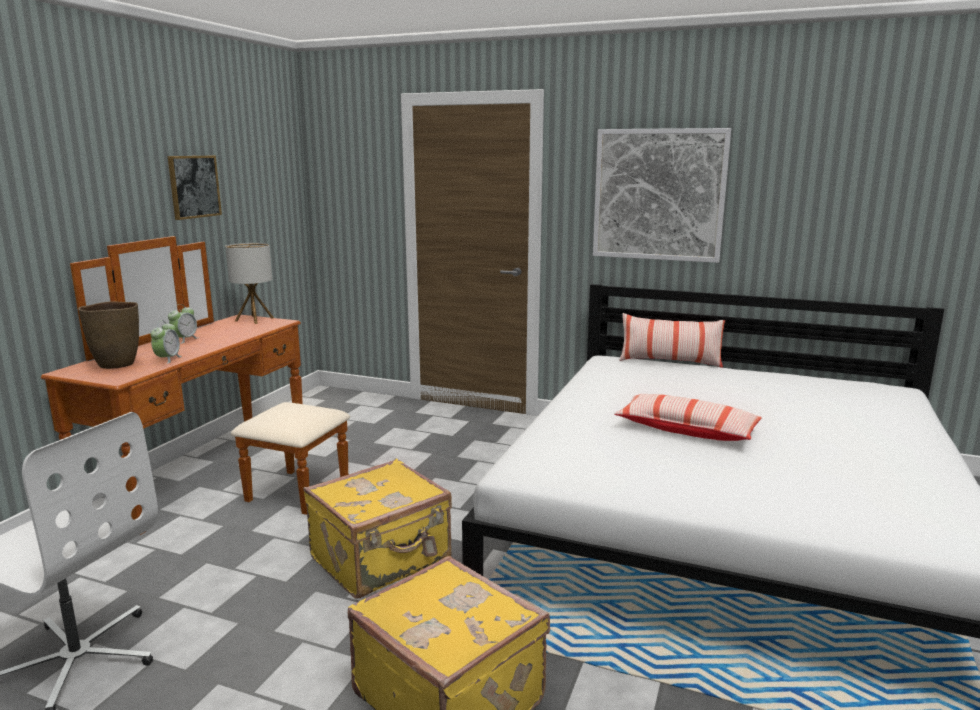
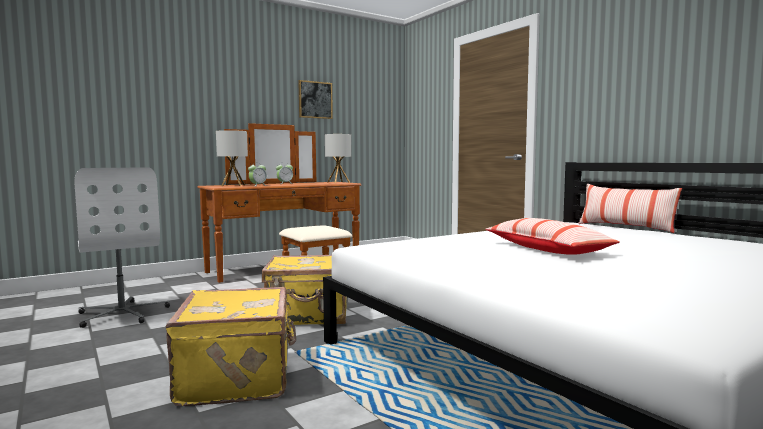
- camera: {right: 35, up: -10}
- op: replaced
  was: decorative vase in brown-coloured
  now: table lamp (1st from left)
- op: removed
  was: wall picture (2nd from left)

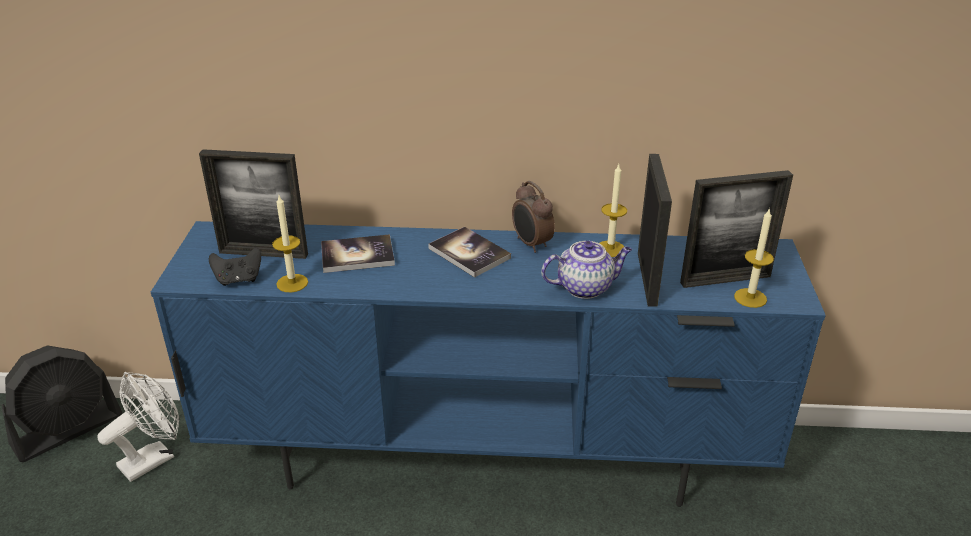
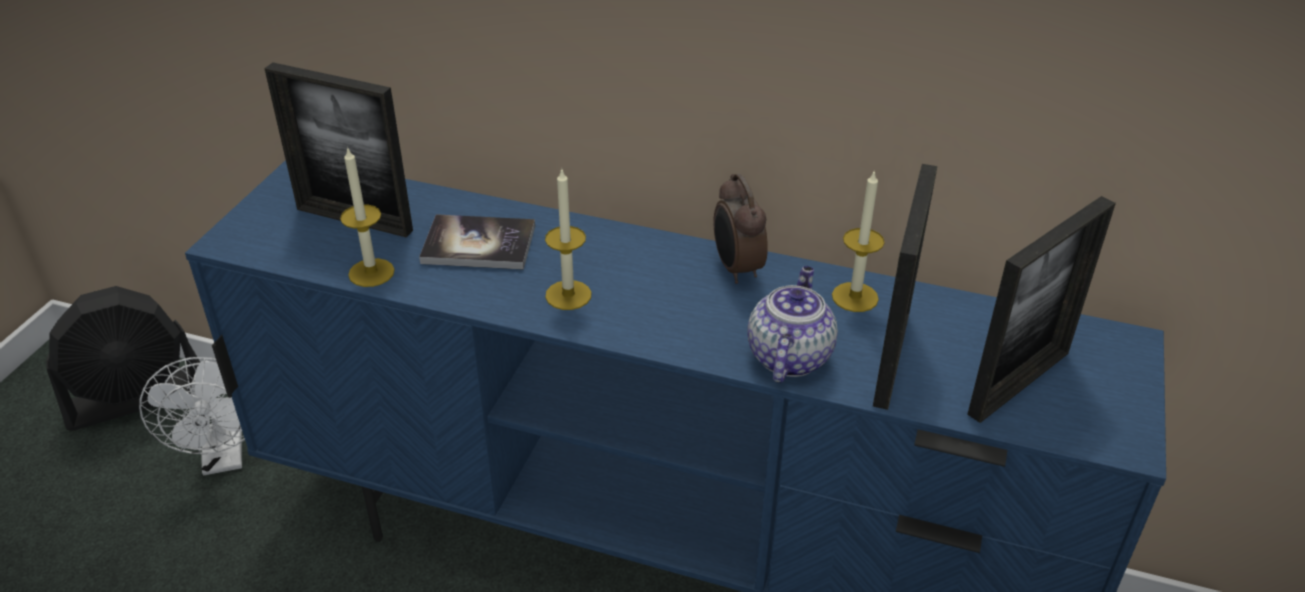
- camera: {right: 15, up: 5}
- op: turned
  was: electric fan in white
  clockwise: 105
- op: moved
  was: wax light (3rd from left in the first image)
  now: wax light (2nd from left)
- op: turned
  was: pot for tea
  clockwise: -75
- op: turned
  was: photo frame (3rd from left)
  clockwise: -45
- op: removed
  was: gamepad in black
- op: removed
  was: volume (2nd from left)

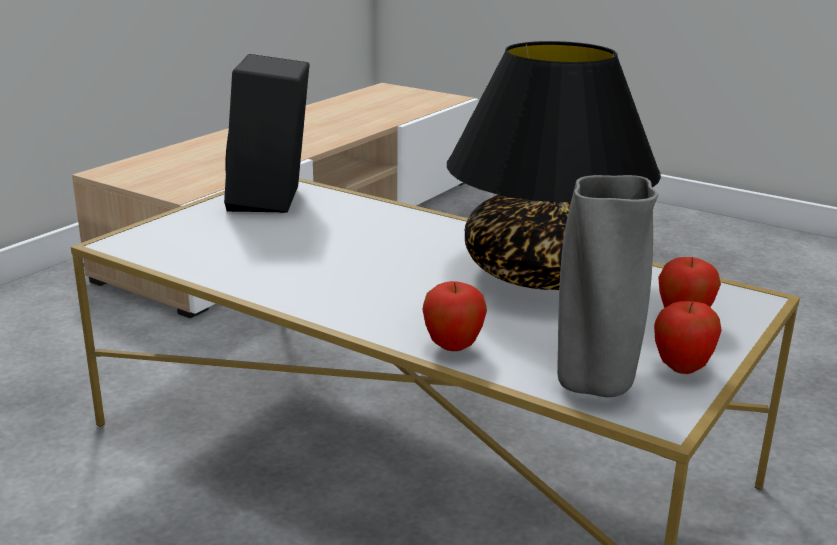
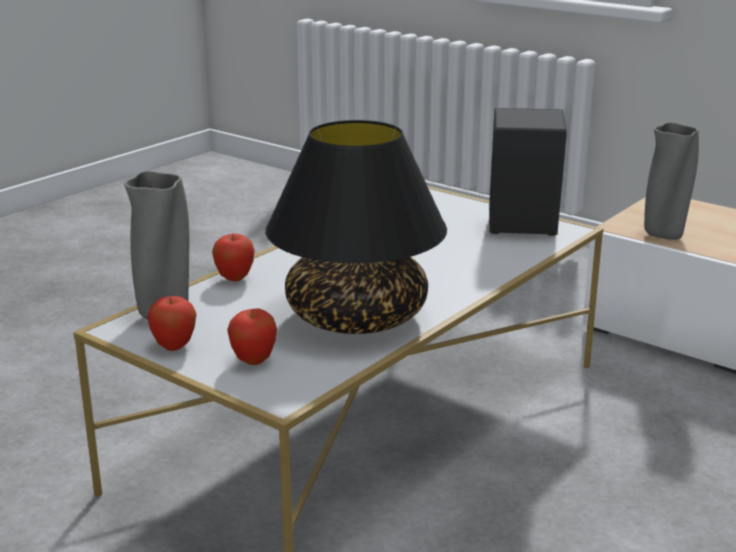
- camera: {right: 95, up: 0}
- op: added
  now: decorative vase in grey (2nd from left)

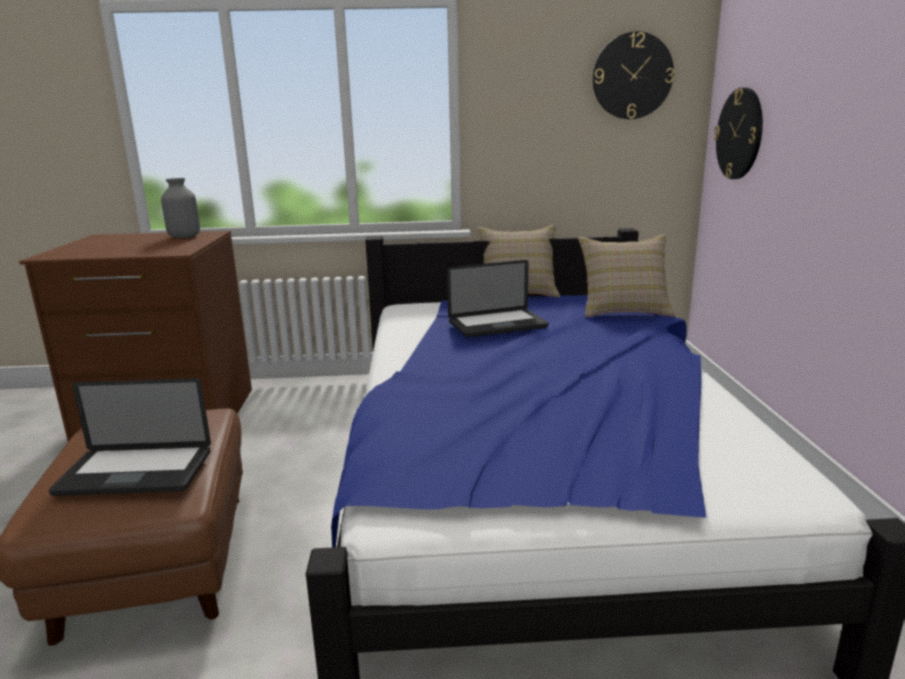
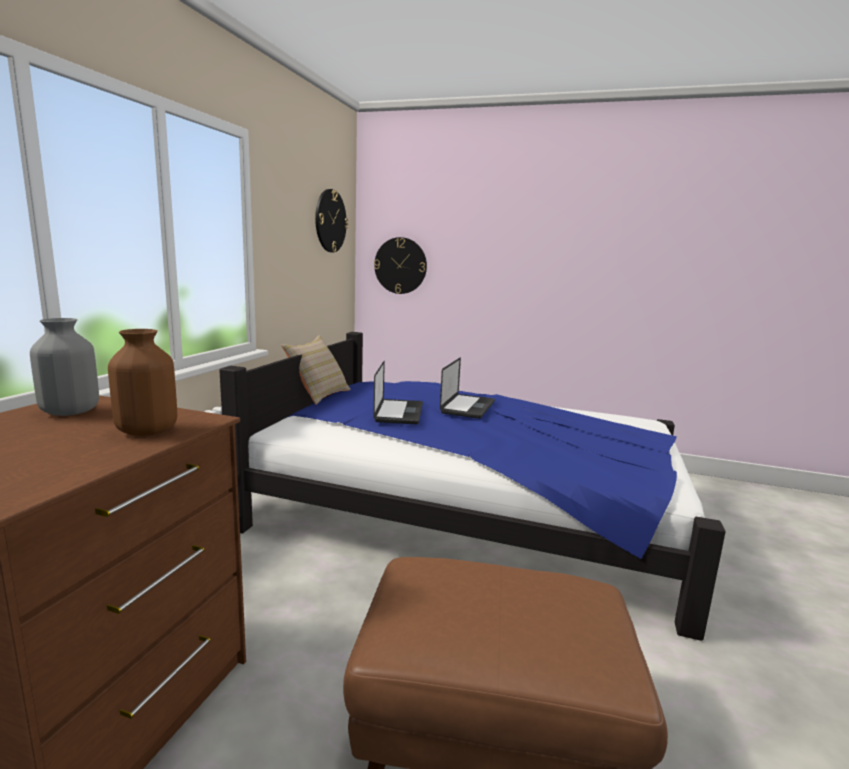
- camera: {right: -70, up: -5}
- op: added
  now: decorative vase in brown-coloured
- op: moved
  was: portable computer (1st from left in the first image)
  now: portable computer (2nd from left)
- op: removed
  was: cushion in sand-coloured (2nd from left)

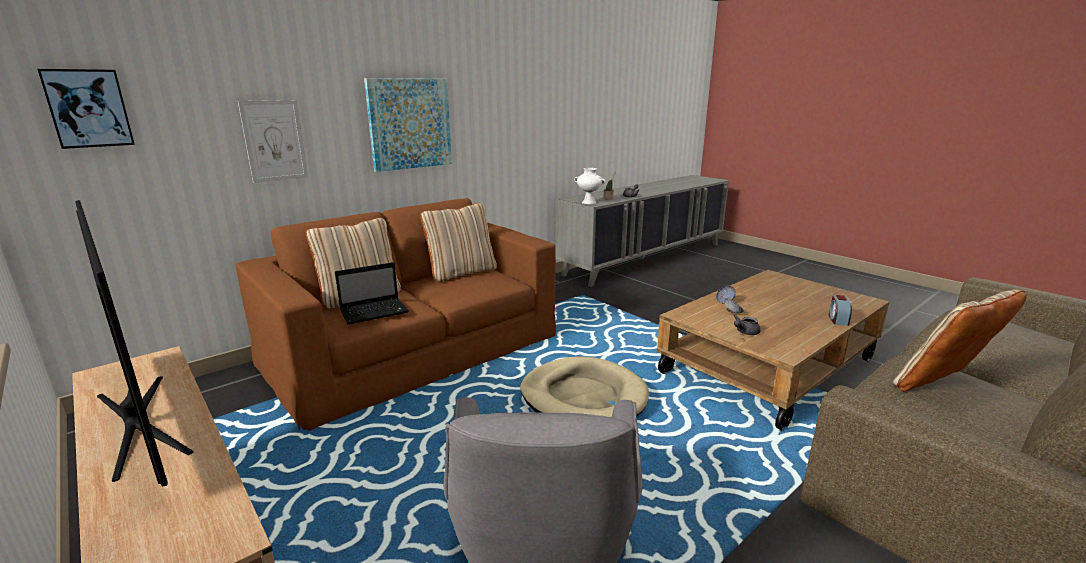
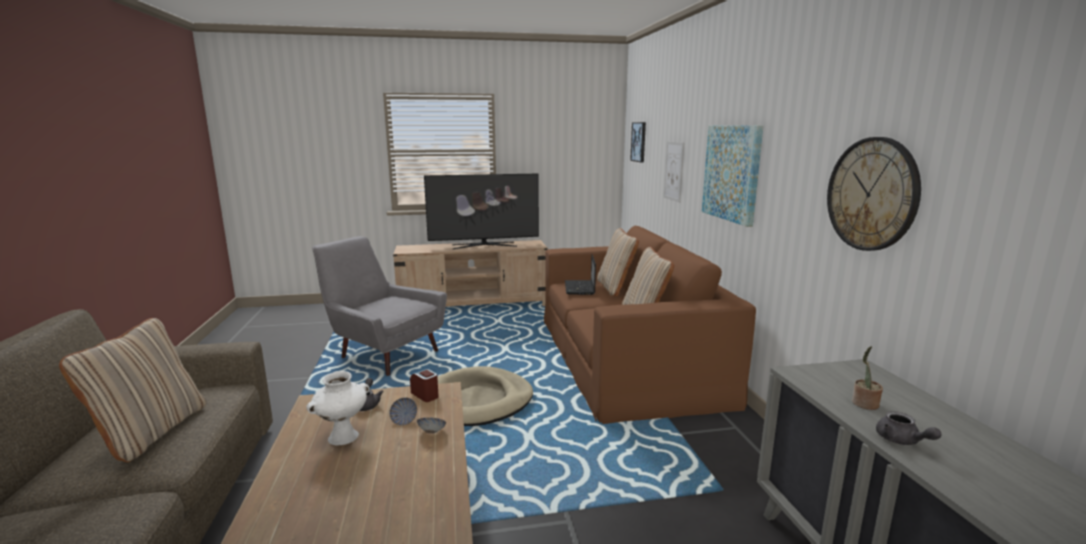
- camera: {right: 120, up: -5}
- op: moved
  was: decorative vase in white
- op: moved
  was: table clock
- op: added
  now: wall clock

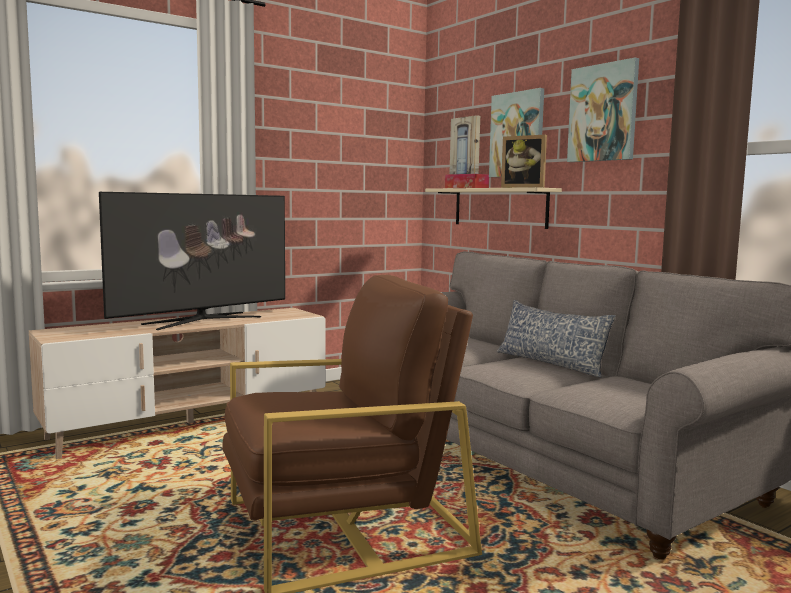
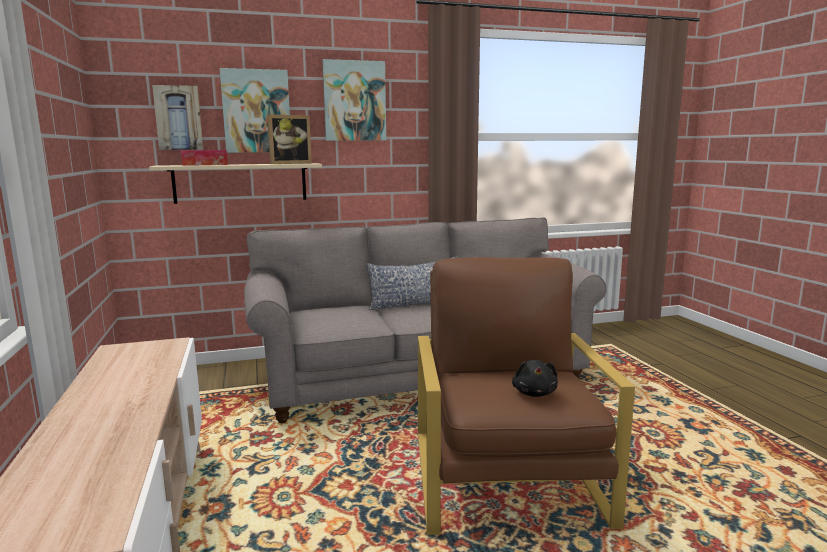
- camera: {right: -70, up: 5}
- op: added
  now: cuddly toy in black
- op: removed
  was: television

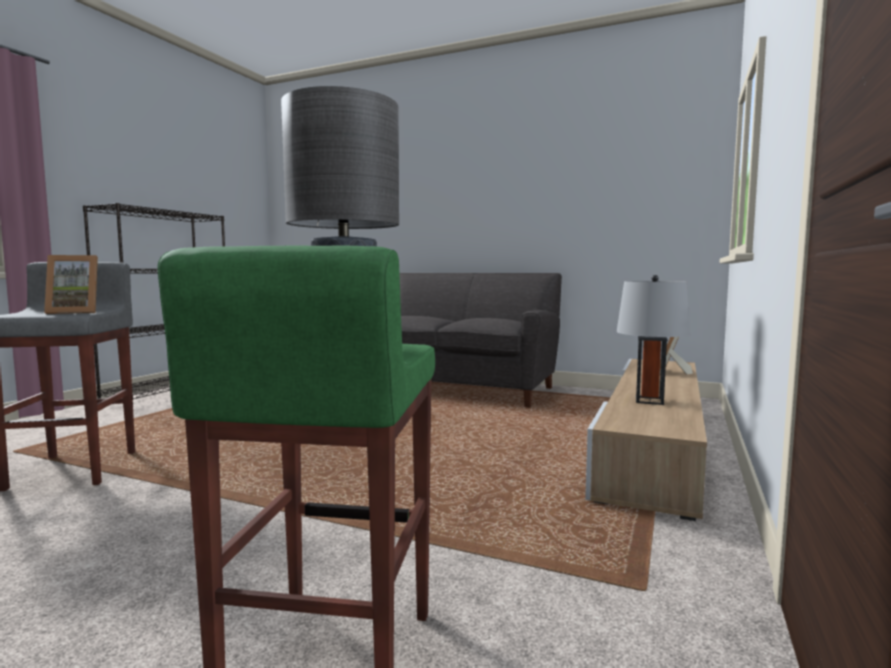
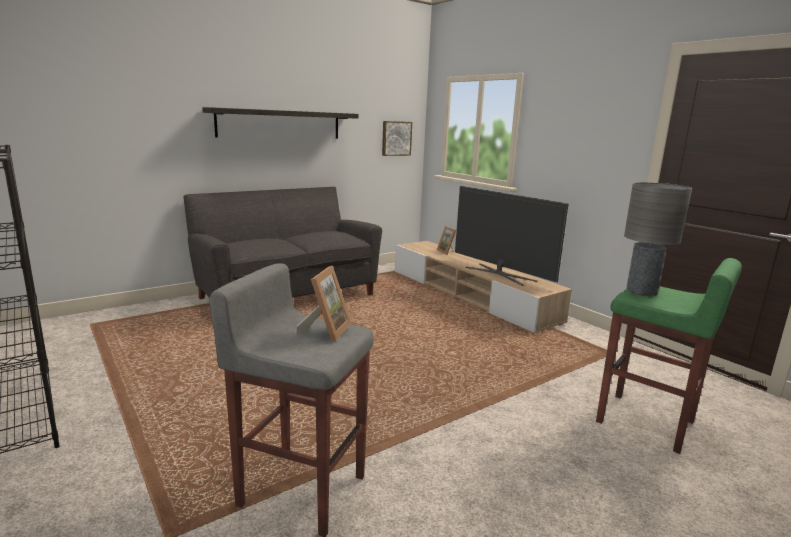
- camera: {right: -60, up: 10}
- op: added
  now: bracket shelf
- op: added
  now: wall picture
- op: replaced
  was: table lamp in grey (2nd from left)
  now: television

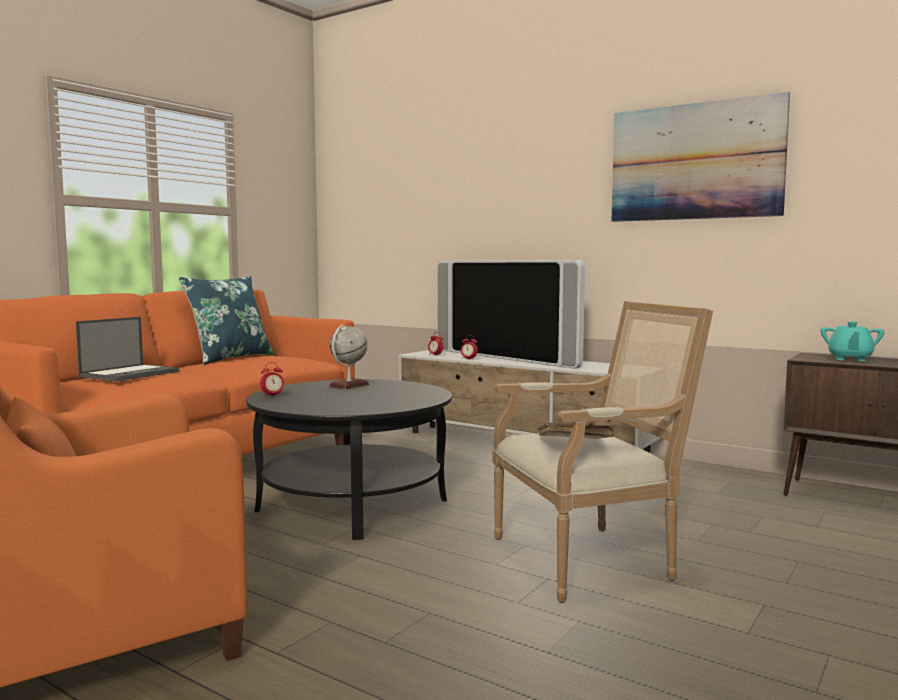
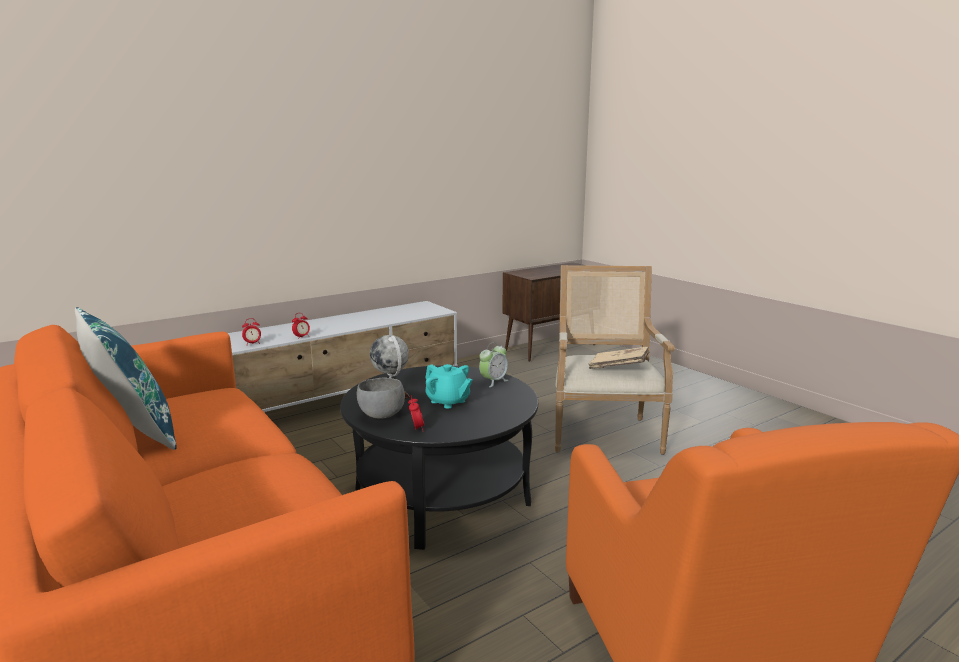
- camera: {right: -70, up: 10}
- op: added
  now: deep dish in grey
- op: moved
  was: pot for tea in blue-green
- op: added
  now: table clock (4th from left)
- op: removed
  was: portable computer
- op: removed
  was: television
- op: removed
  was: wall picture

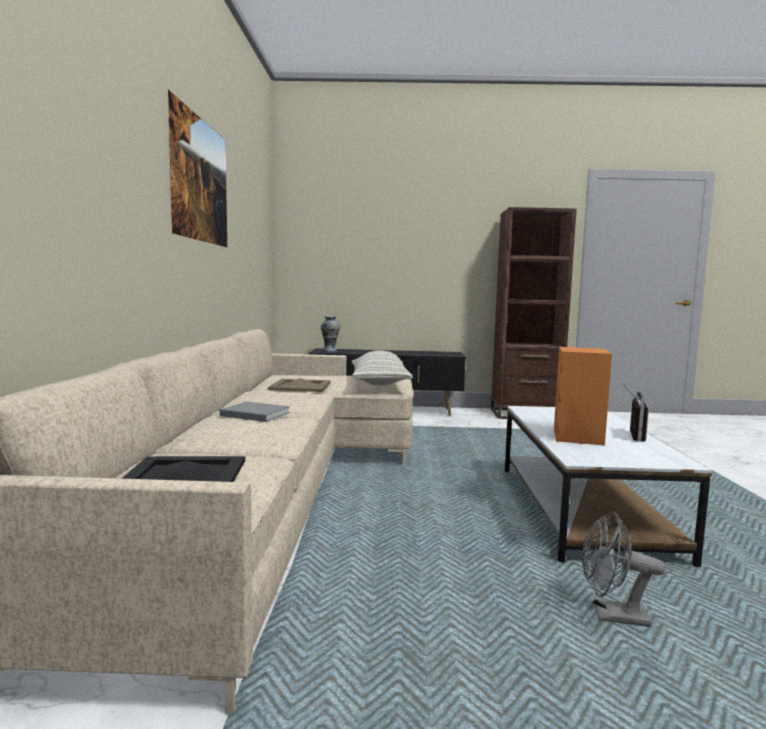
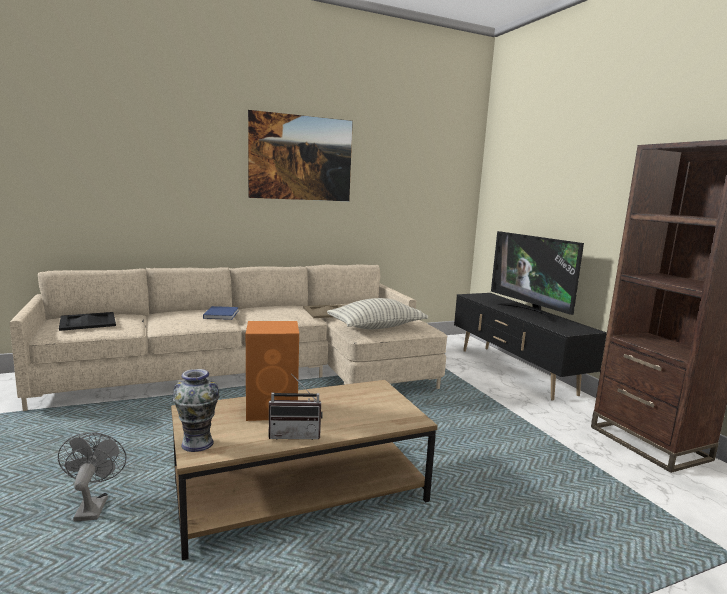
- camera: {right: 65, up: 5}
- op: recoloured
  was: low table in white
  now: low table in brown-coloured
- op: moved
  was: decorative vase
- op: recoloured
  was: volume in grey
  now: volume in blue-coloured
- op: added
  now: television

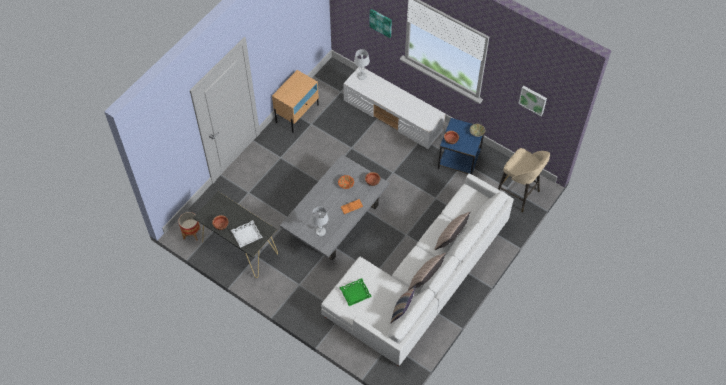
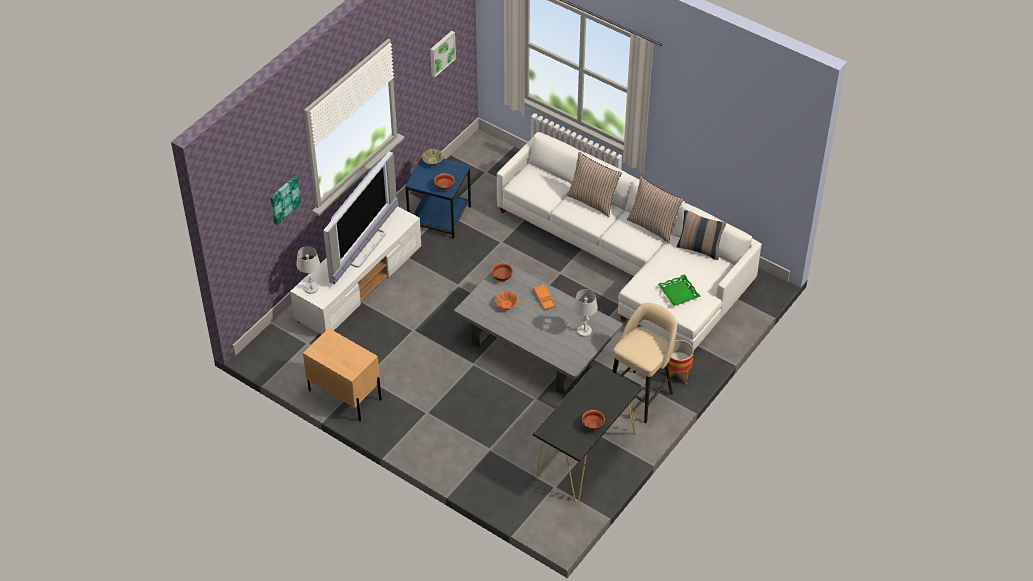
- camera: {right: -90, up: -10}
- op: added
  now: television
- op: moved
  was: stool in sand-coloured
- op: moved
  was: planter
- op: removed
  was: tray in white

